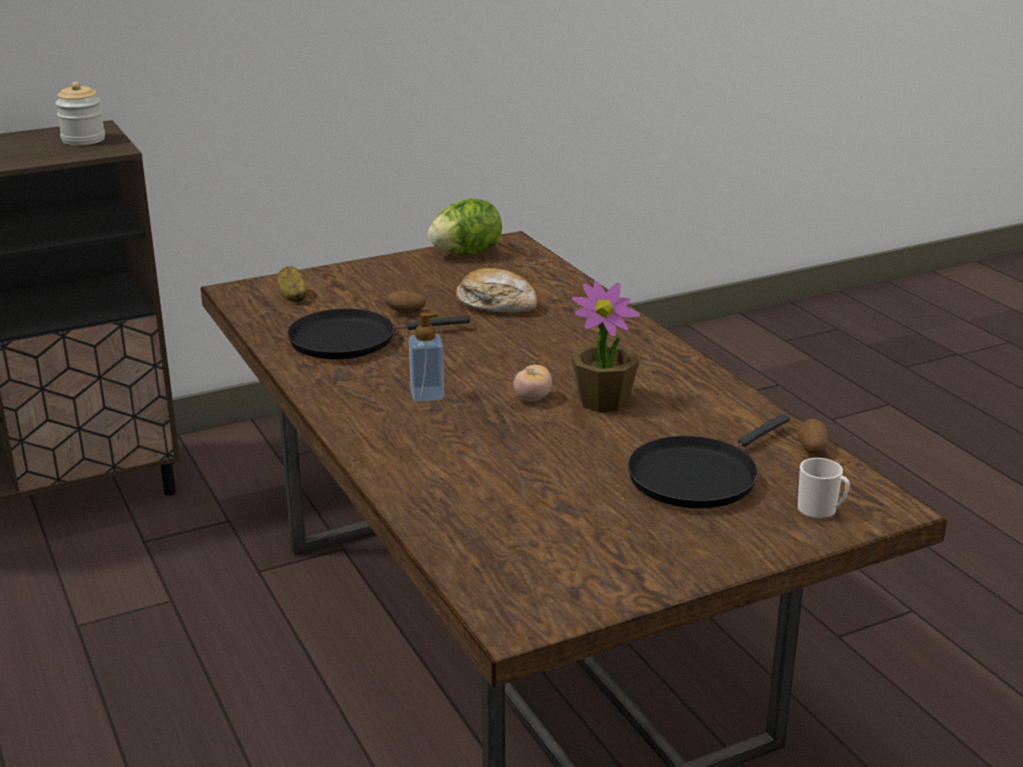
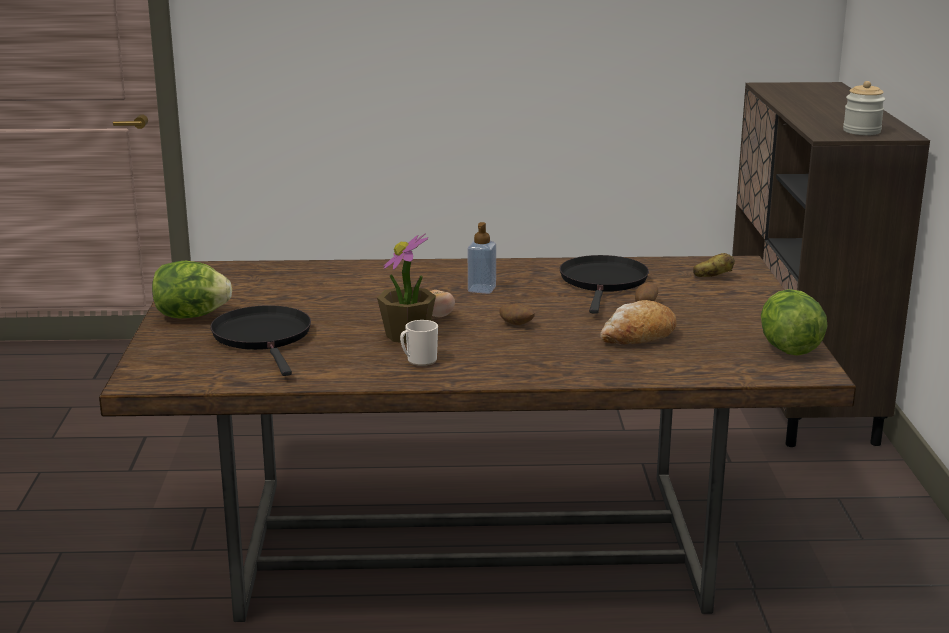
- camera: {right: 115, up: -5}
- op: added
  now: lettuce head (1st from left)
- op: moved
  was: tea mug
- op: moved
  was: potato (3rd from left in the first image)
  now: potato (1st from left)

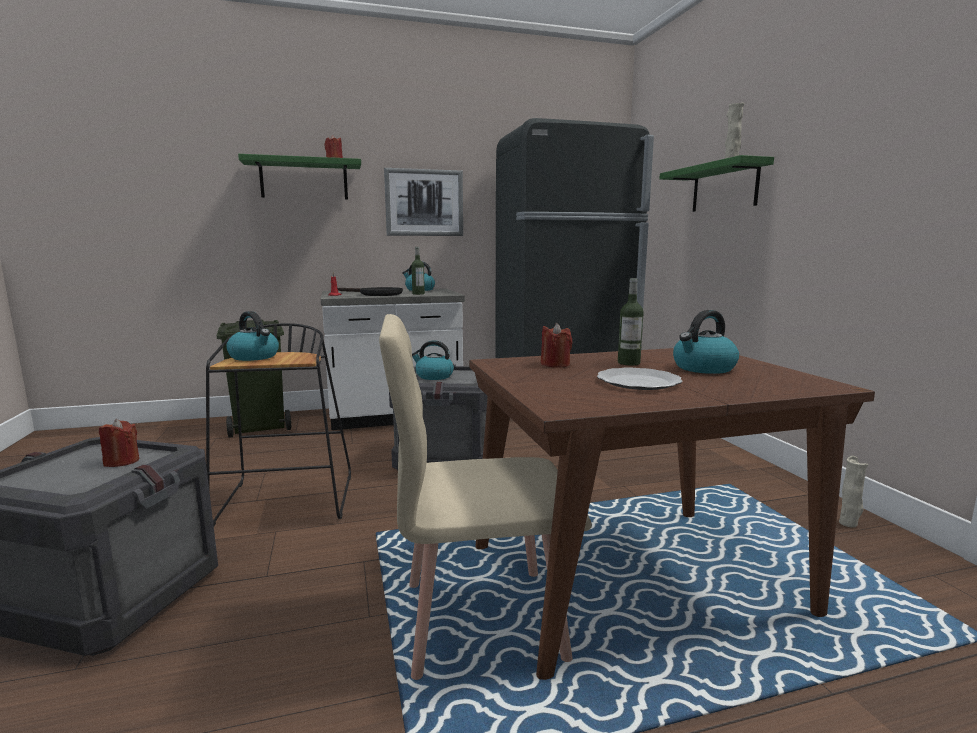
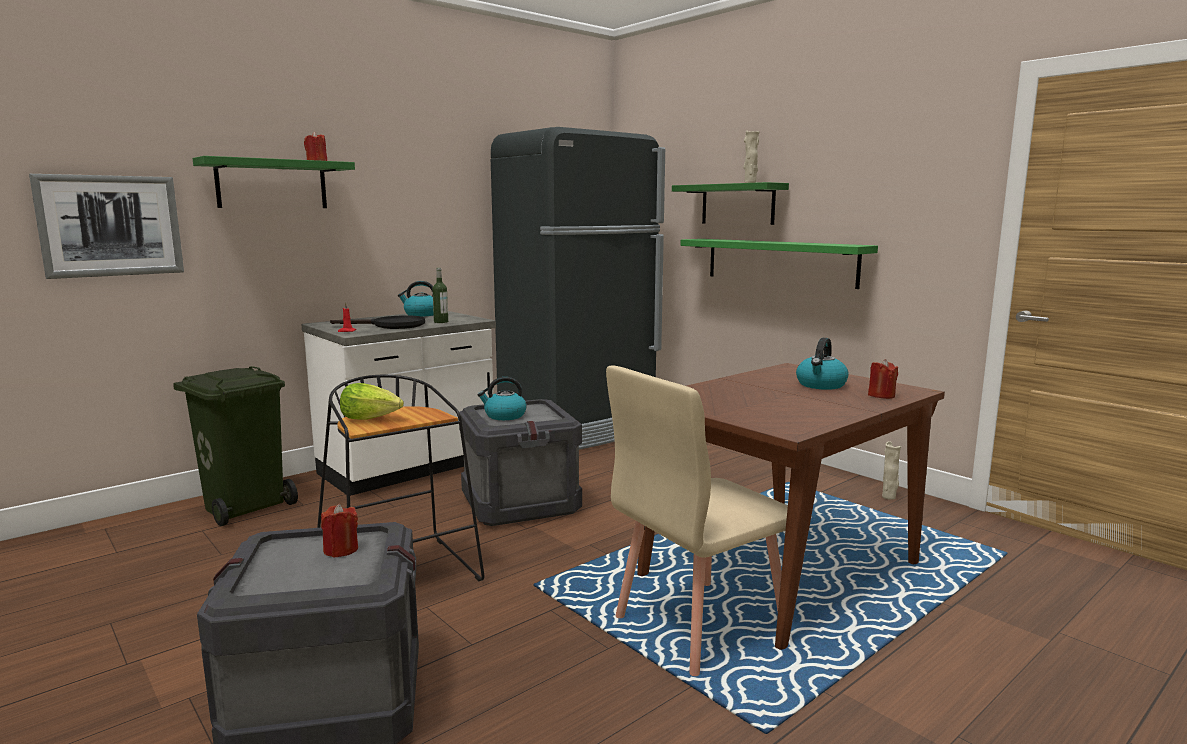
- camera: {right: -25, up: 0}
- op: moved
  was: wall picture
- op: replaced
  was: water kettle (1st from left)
  now: lettuce head
- op: added
  now: bracket shelf in greenish (3rd from left)
- op: moved
  was: wax light in reddish (4th from left)
- op: removed
  was: plate
- op: removed
  was: bottle (2nd from left)

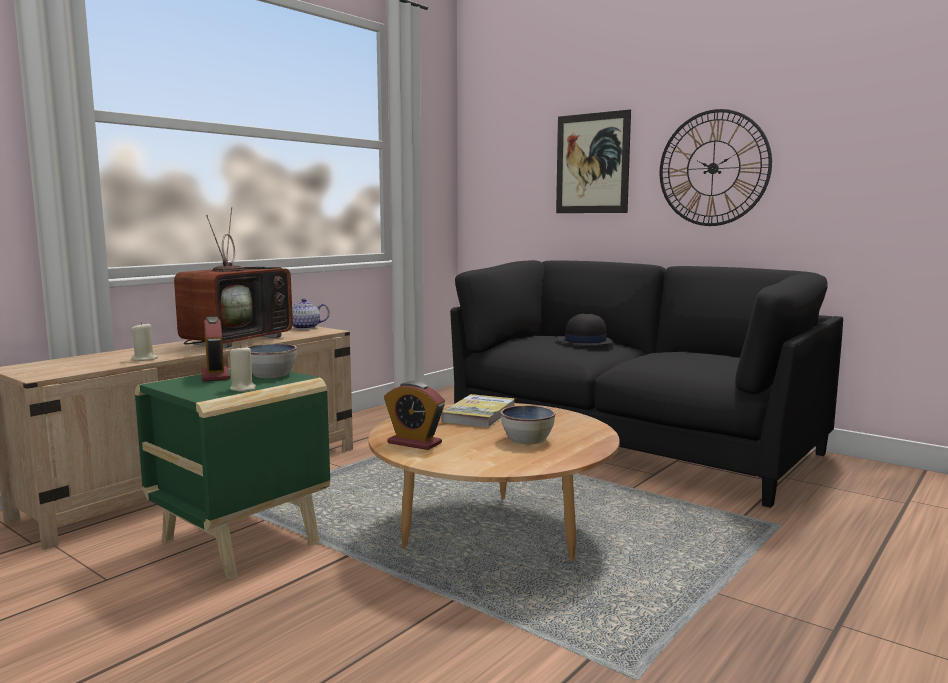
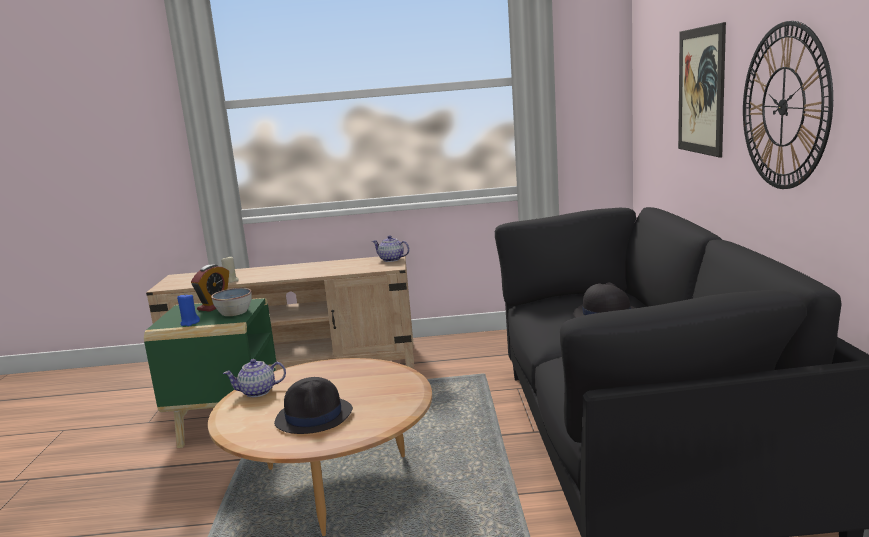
- camera: {right: 50, up: 5}
- op: recoloured
  was: wax light in sand-coloured (2nd from left)
  now: wax light in blue-coloured
- op: replaced
  was: table clock (2nd from left)
  now: pot for tea (1st from left)
- op: replaced
  was: deep dish (2nd from left)
  now: hat in black (1st from left)
- op: removed
  was: television
- op: removed
  was: volume

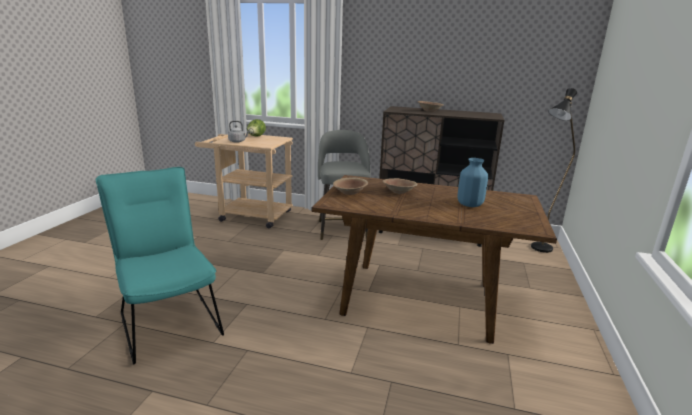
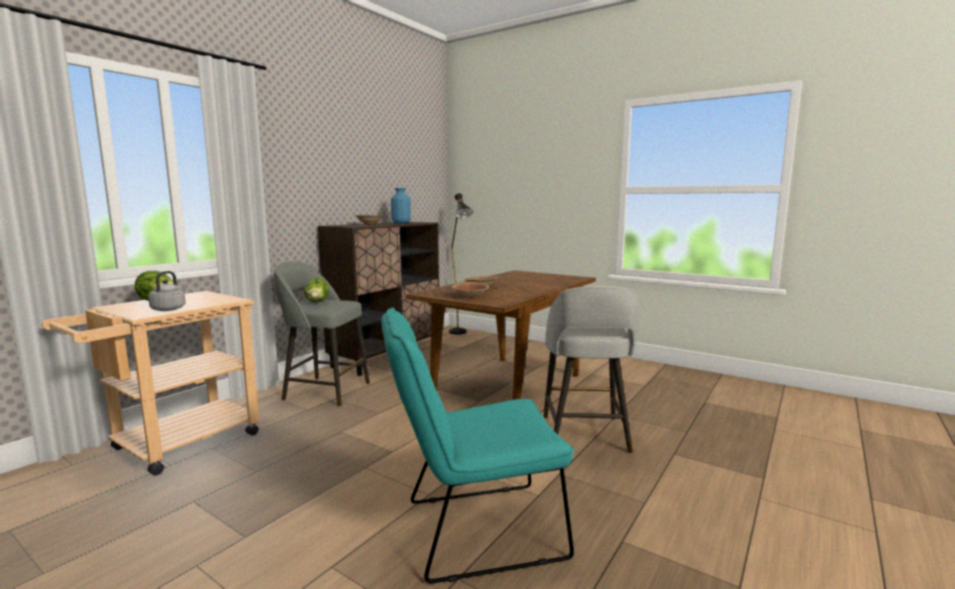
- camera: {right: -70, up: -10}
- op: added
  now: lettuce head (2nd from left)
- op: moved
  was: decorative vase in blue-coloured
- op: added
  now: stool in grey (2nd from left)

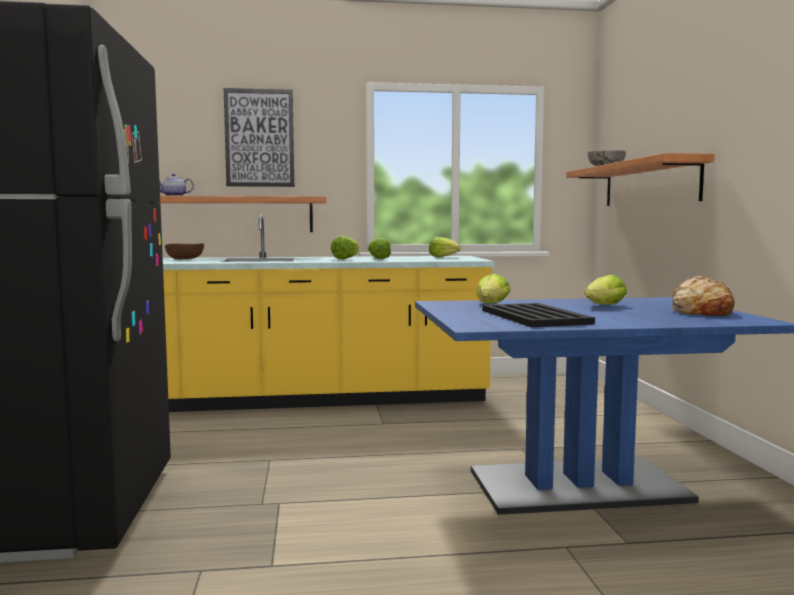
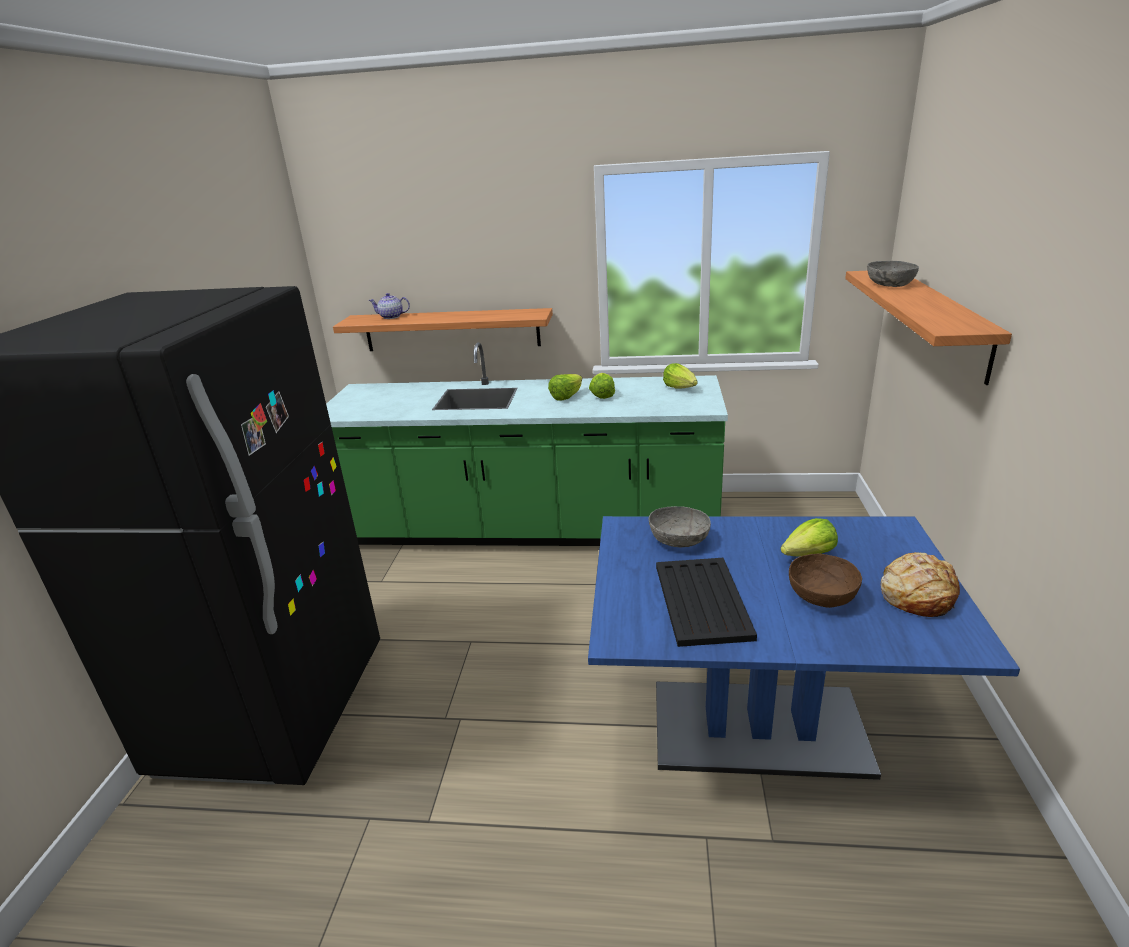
- camera: {right: 15, up: 20}
- op: recoloured
  was: kitchen counter in yellow
  now: kitchen counter in greenish
- op: replaced
  was: lettuce head (4th from left)
  now: deep dish in grey (1st from left)
- op: moved
  was: deep dish in brown-coloured
- op: removed
  was: wall picture

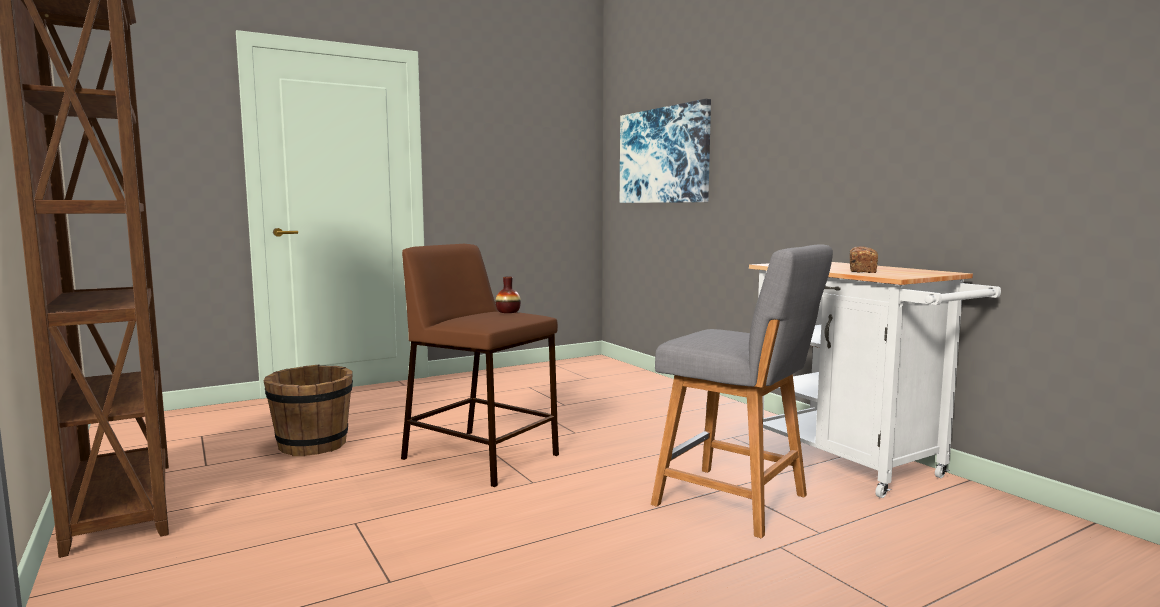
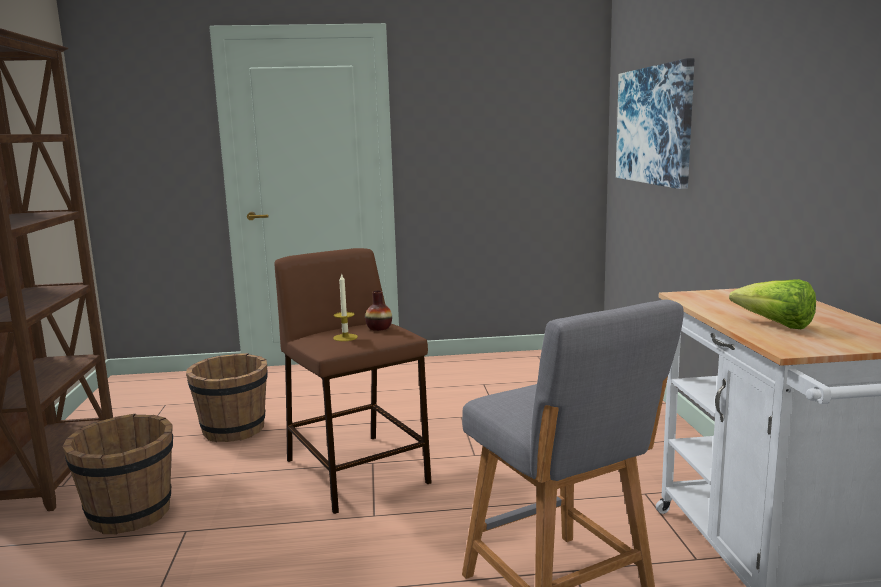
- camera: {right: 25, up: 5}
- op: added
  now: water bucket in brown-coloured (1st from left)
- op: added
  now: wax light
- op: replaced
  was: bakery bread
  now: lettuce head

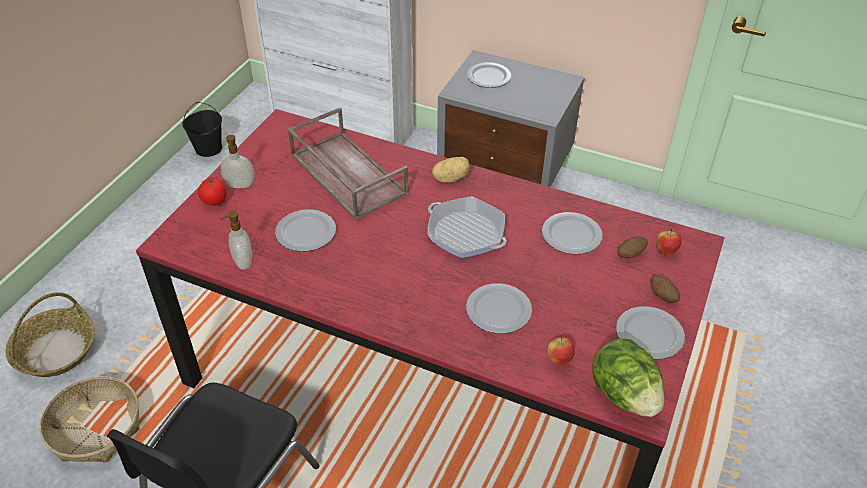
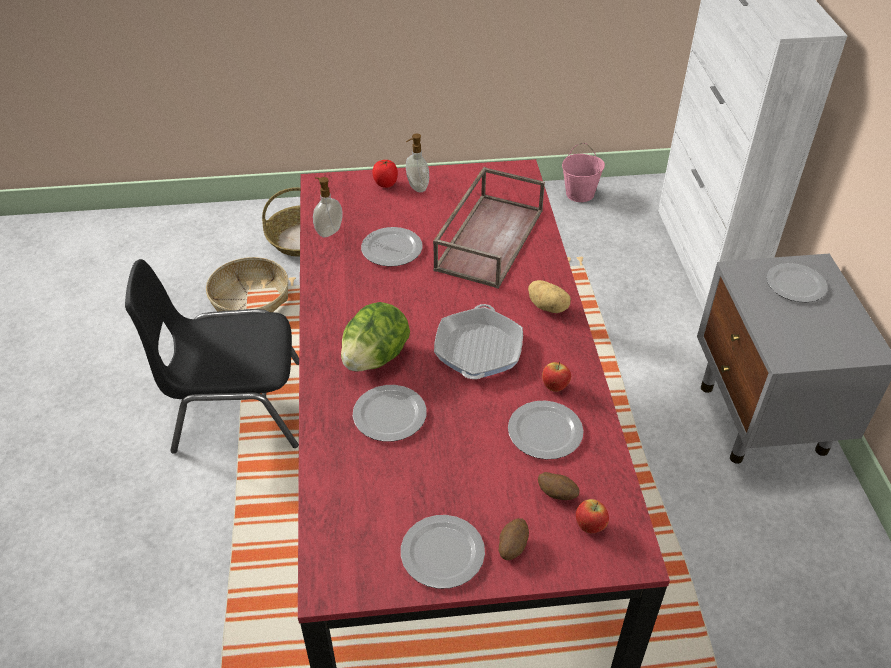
- camera: {right: 60, up: 0}
- op: moved
  was: lettuce head
- op: moved
  was: apple (1st from left)
- op: recoloured
  was: water bucket in black
  now: water bucket in pink

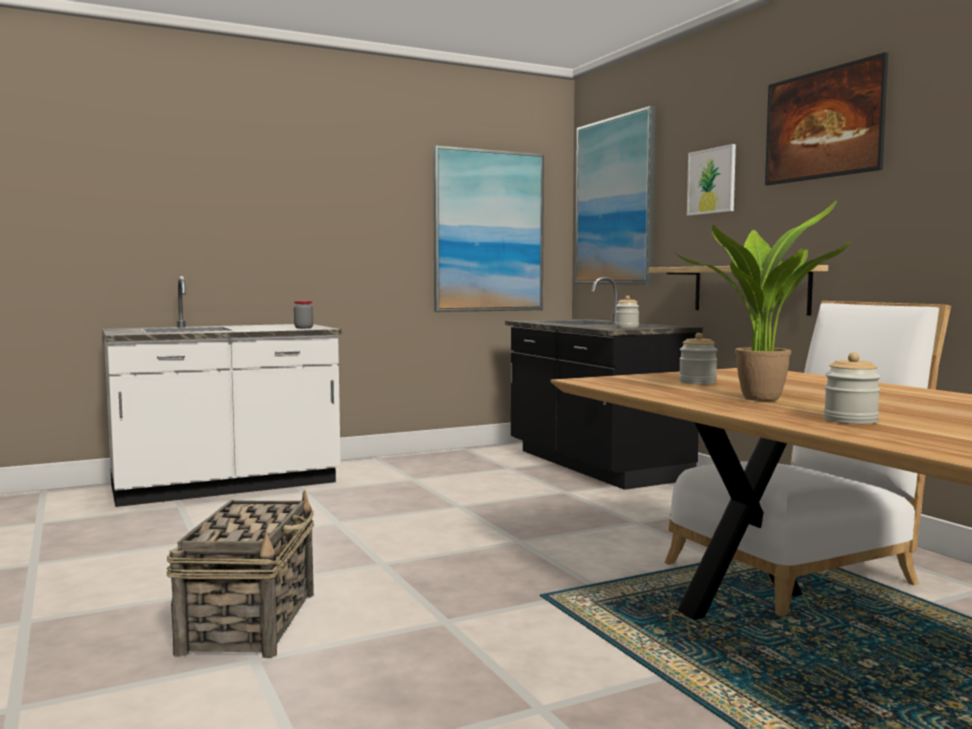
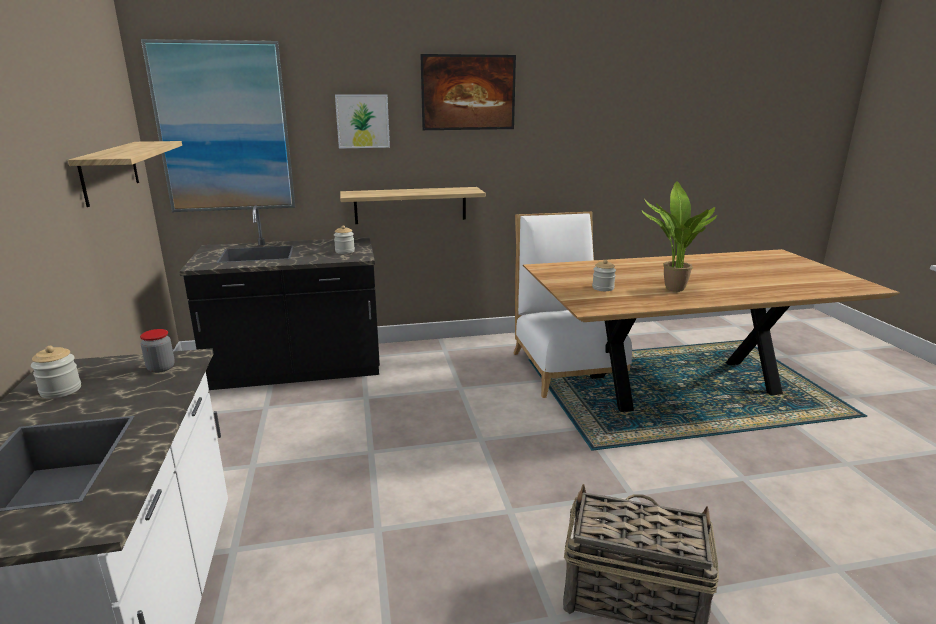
- camera: {right: -75, up: 15}
- op: moved
  was: storage jar (4th from left in the first image)
  now: storage jar (1st from left)
- op: replaced
  was: wall picture (1st from left)
  now: bracket shelf (1st from left)

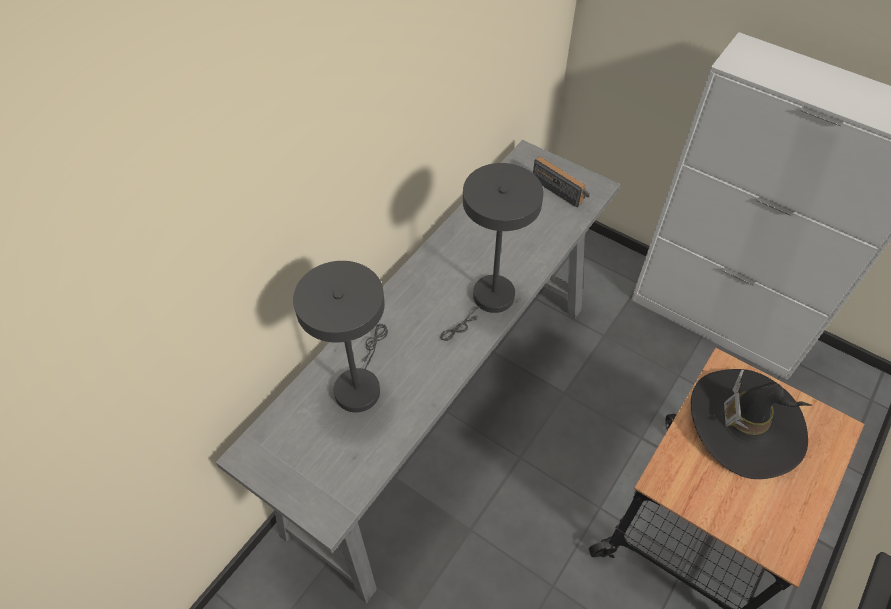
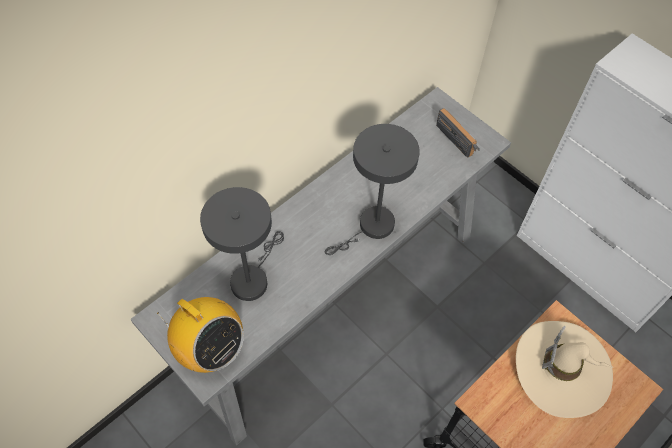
- camera: {right: 10, up: 5}
- op: added
  now: radio set (1st from left)
- op: recoloured
  was: hat in black
  now: hat in sand-coloured

